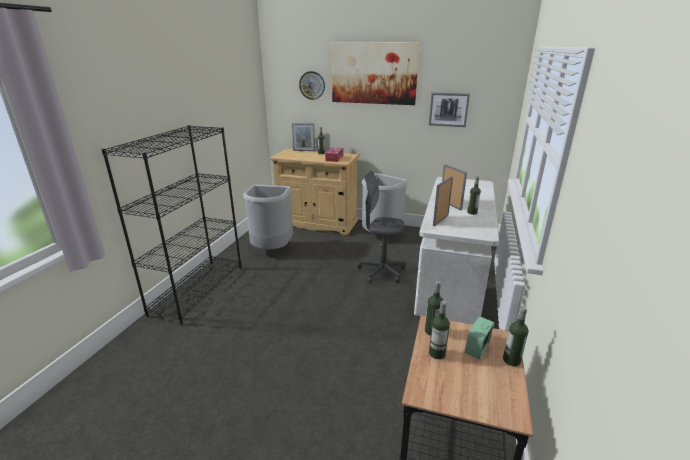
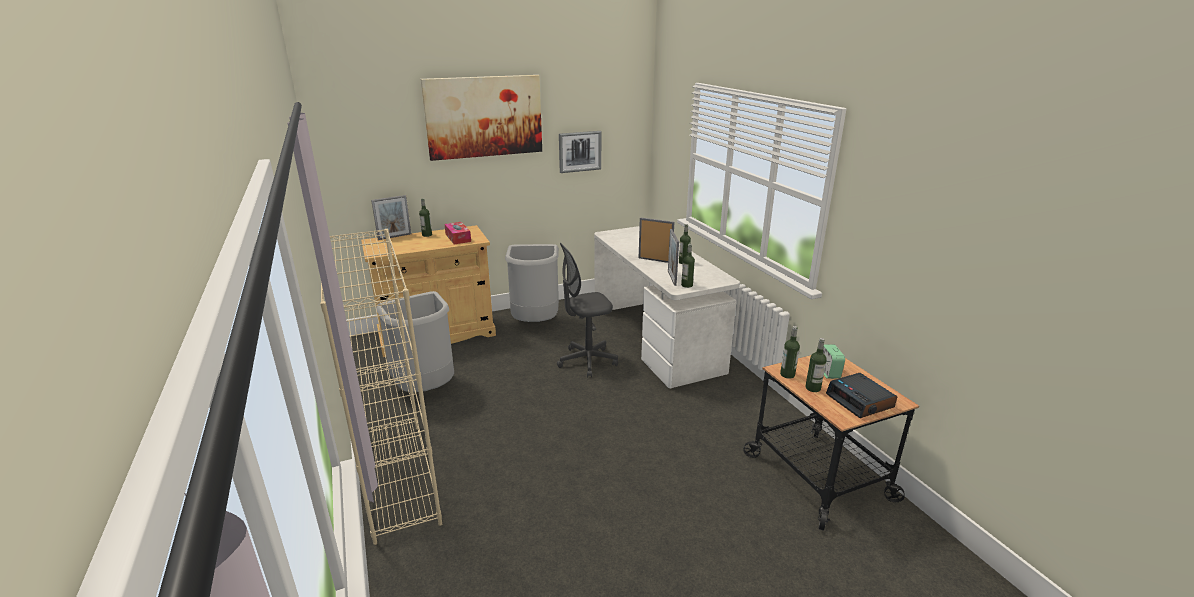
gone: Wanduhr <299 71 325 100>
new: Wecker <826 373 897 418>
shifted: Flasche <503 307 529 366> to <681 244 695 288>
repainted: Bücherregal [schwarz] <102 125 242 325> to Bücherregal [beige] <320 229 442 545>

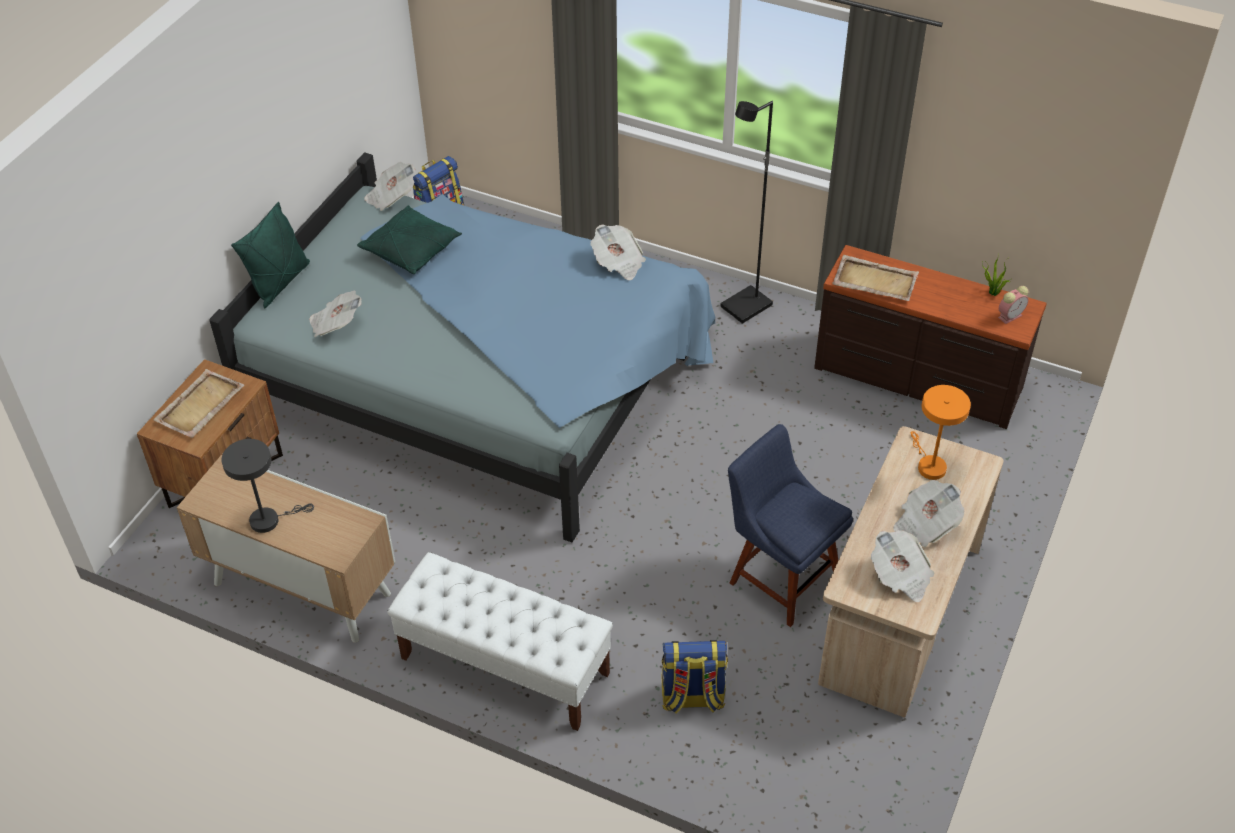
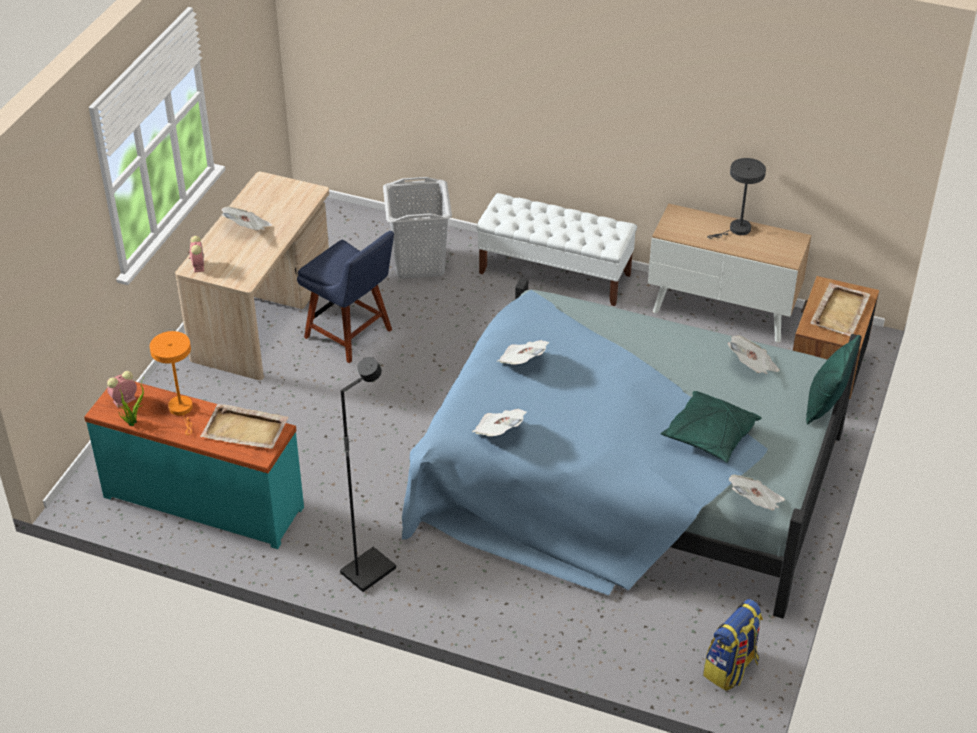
new: Wecker <188 236 204 272>
shifted: Zeitung <871 530 935 602> to <497 340 549 365>; Tischlampe [orange] <911 385 971 480> to <150 331 193 435>
swapped: Rucksack <662 640 728 714> to Wäschekorb [grau] <383 177 452 279>
repainted: Kommode [braun] <814 245 1047 429> to Kommode [türkis] <84 381 304 549>

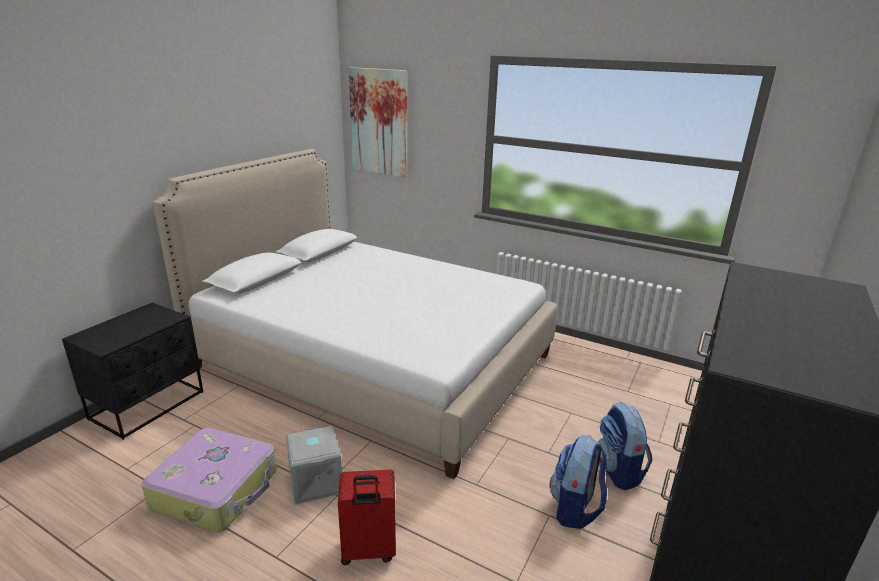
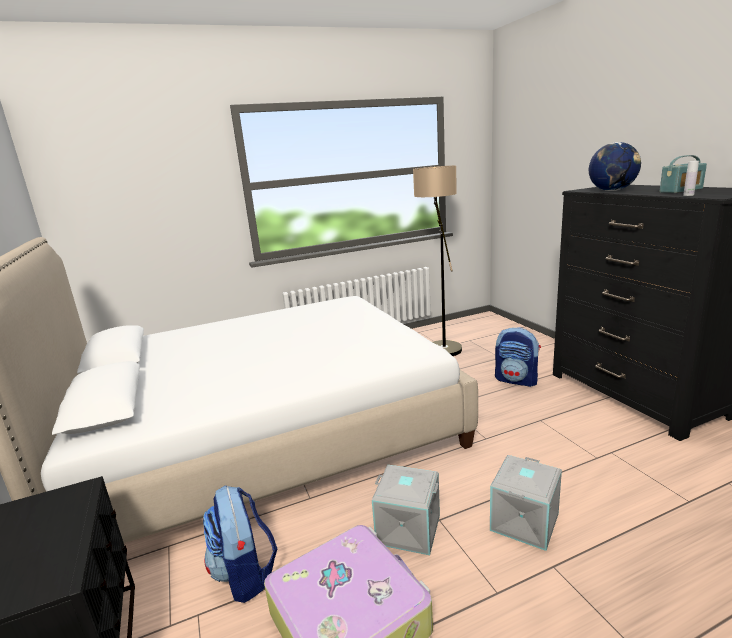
gone: Bild <349 67 407 177>
new: Stehlampe <413 166 462 356>; Globus <589 142 641 191>; Radio <660 155 707 193>; Flasche [weiß] <683 161 699 196>
shifted: Rucksack <549 435 607 529> to <203 485 278 603>
swapped: Koffer [rot] <338 470 396 565> to Aufbewahrungsbox [grau] <490 455 562 551>

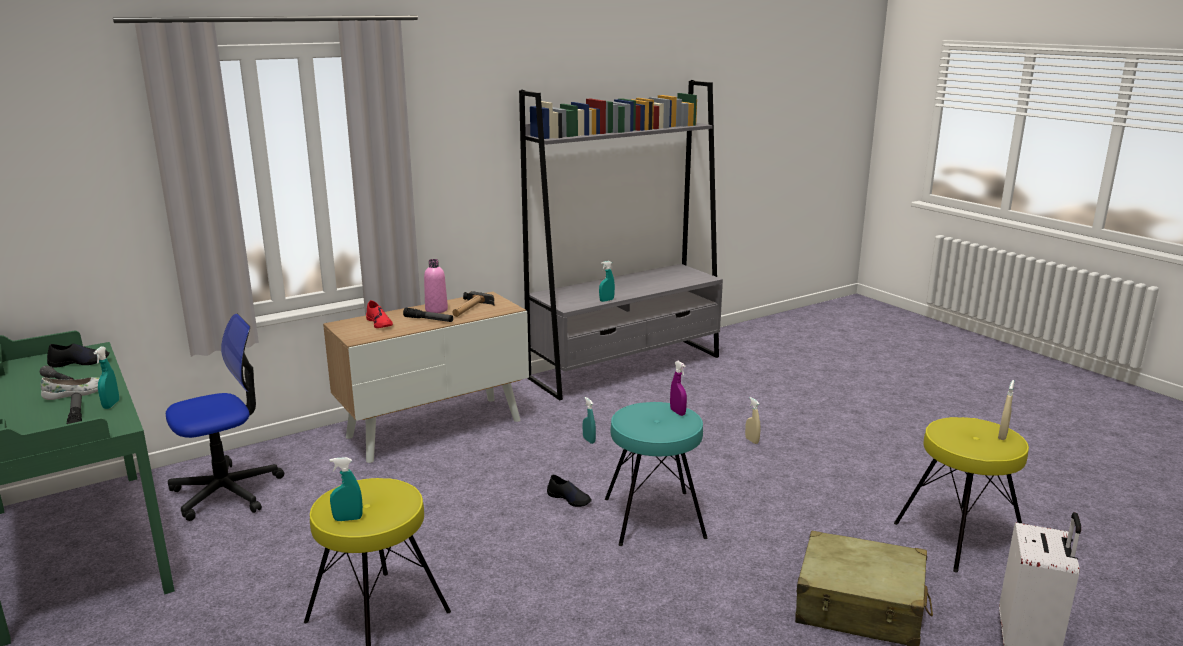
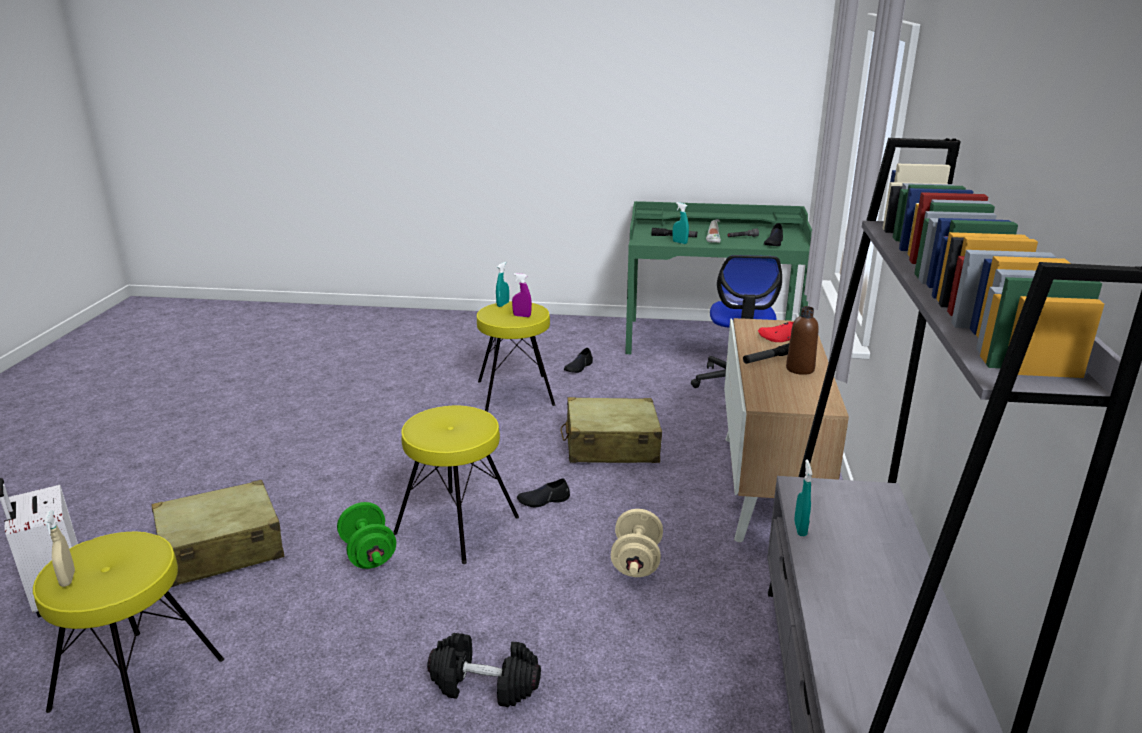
gone: Hammer <452 291 494 317>
new: Hantel [grün] <337 502 396 569>; Koffer [beige] <561 397 662 463>; Schuh [schwarz] <564 348 593 373>
shifted: Sprühflasche [lila] <670 361 687 416> to <512 273 532 317>
swapped: Sprühflasche [türkis] <583 397 596 444> to Hantel [beige] <611 509 663 577>; Sprühflasche [beige] <745 397 761 444> to Hantel [schwarz] <427 633 541 707>
repainted: Flasche [rosa] <424 259 448 313> to Flasche [braun] <786 306 819 375>; Hocker [türkis] <605 402 707 546> to Hocker [gelb] <393 406 519 564>

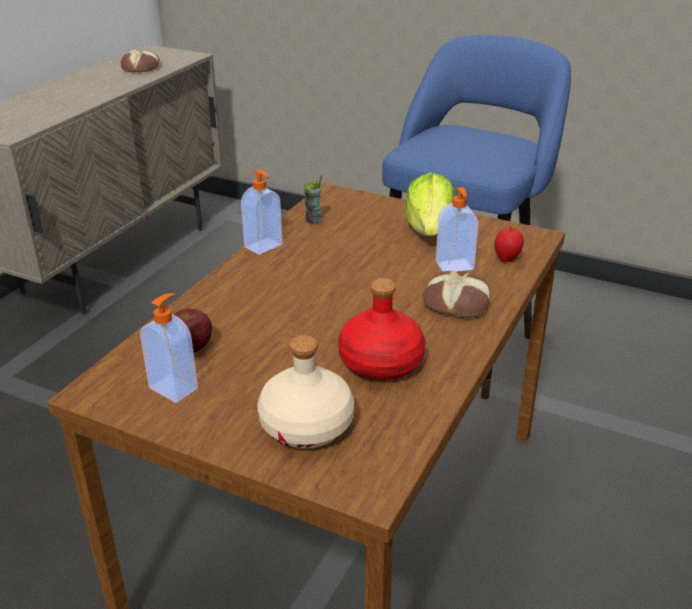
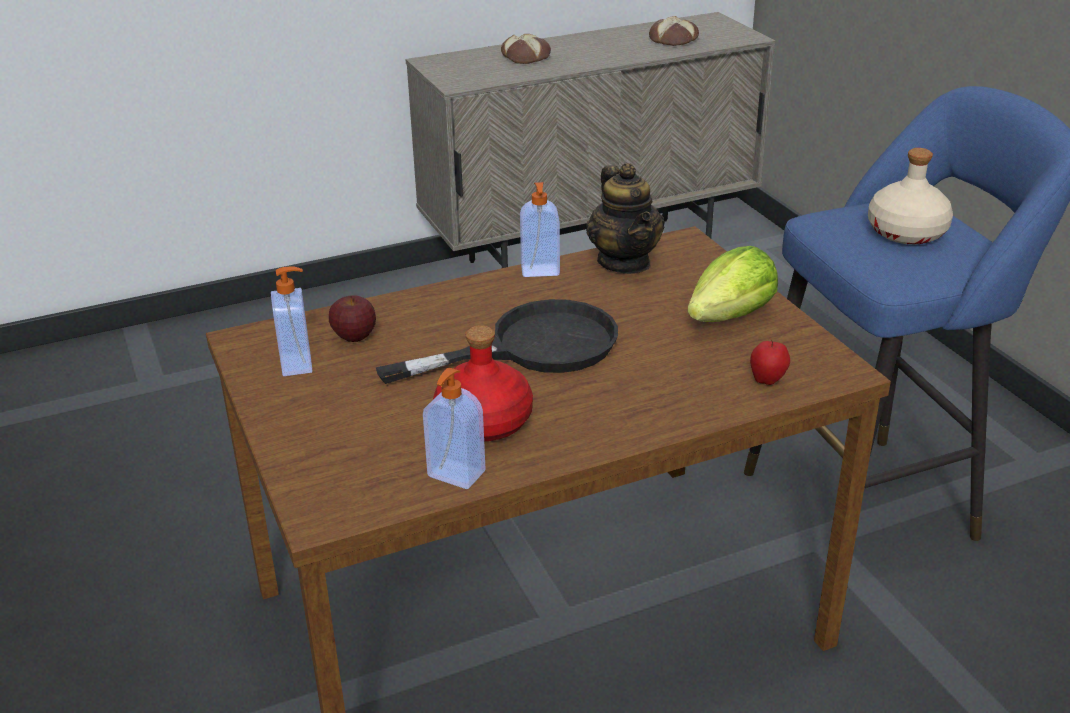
new: Pfanne [schwarz] <376 299 618 384>
shifted: Flasche [beige] <257 335 354 448> to <868 148 953 245>; Brot <423 271 491 318> to <501 34 551 64>; Seifenspender <436 187 478 272> to <423 368 486 489>
swapped: Tasse <303 175 322 224> to Teekanne <586 163 665 274>

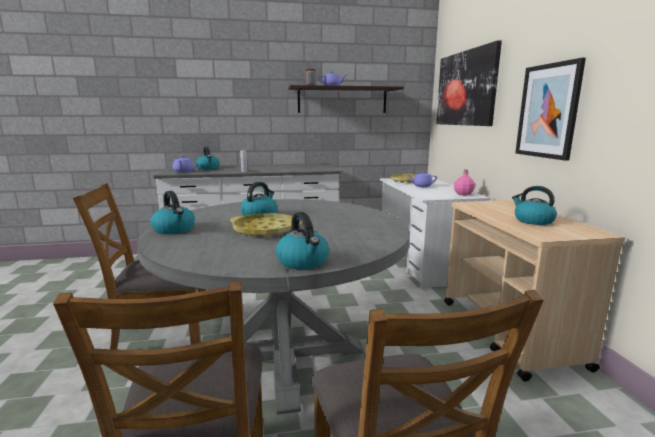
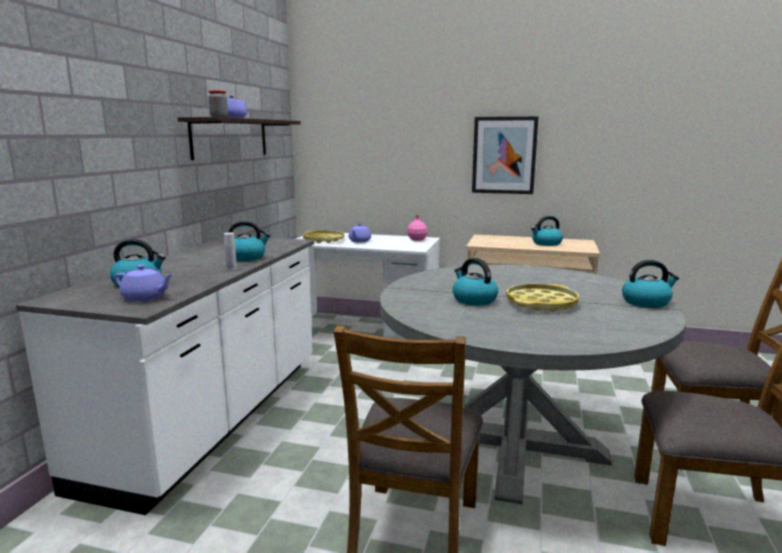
gone: Bild <436 40 502 126>
shifted: Wasserkessel <150 191 195 234> to <228 221 271 261>

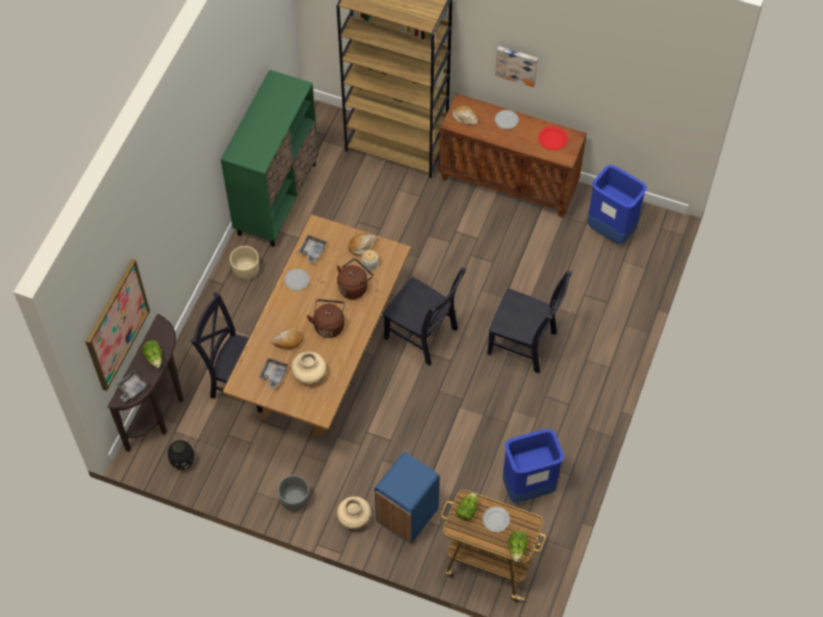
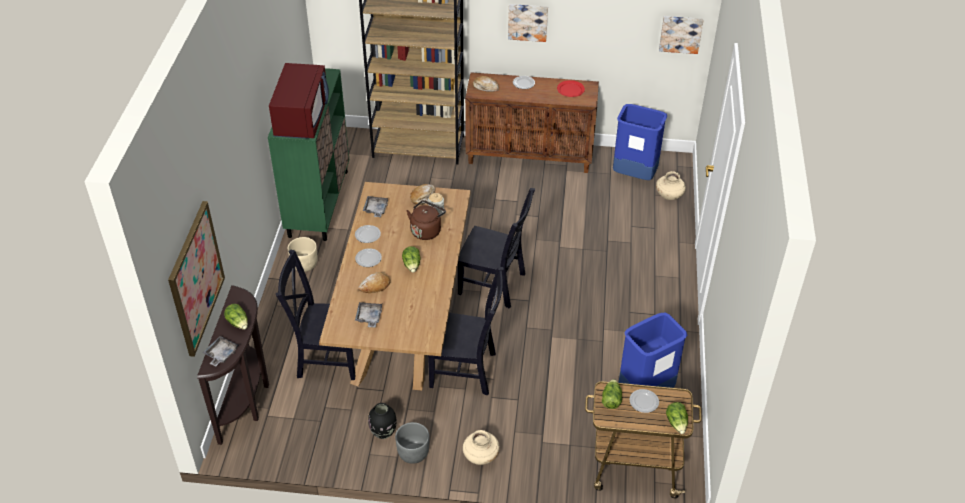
gone: Mülleimer [blau] <375 452 440 544>
new: Mikrowelle [rot] <269 63 329 139>; Teller <355 248 382 267>; Bild <659 16 703 54>
shifted: Vase [schwarz] <168 440 194 470> to <368 403 397 439>; Vase [beige] <291 351 326 384> to <656 171 686 200>; Stuhl [schwarz] <487 271 572 374> to <428 267 504 396>
swapped: Wasserkessel [braun] <307 299 345 338> to Salatkopf <402 246 421 273>

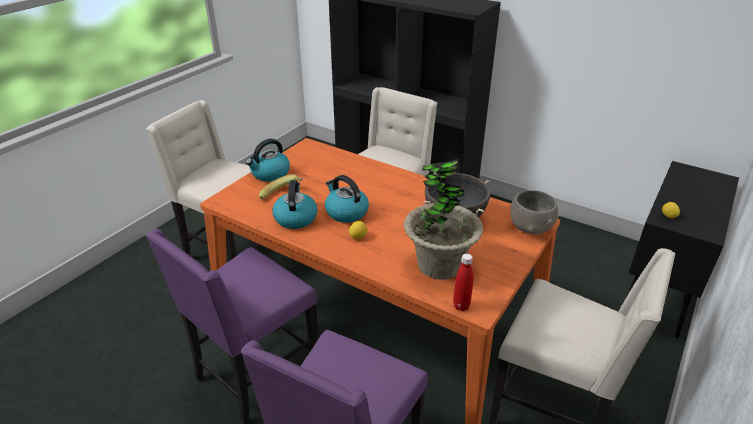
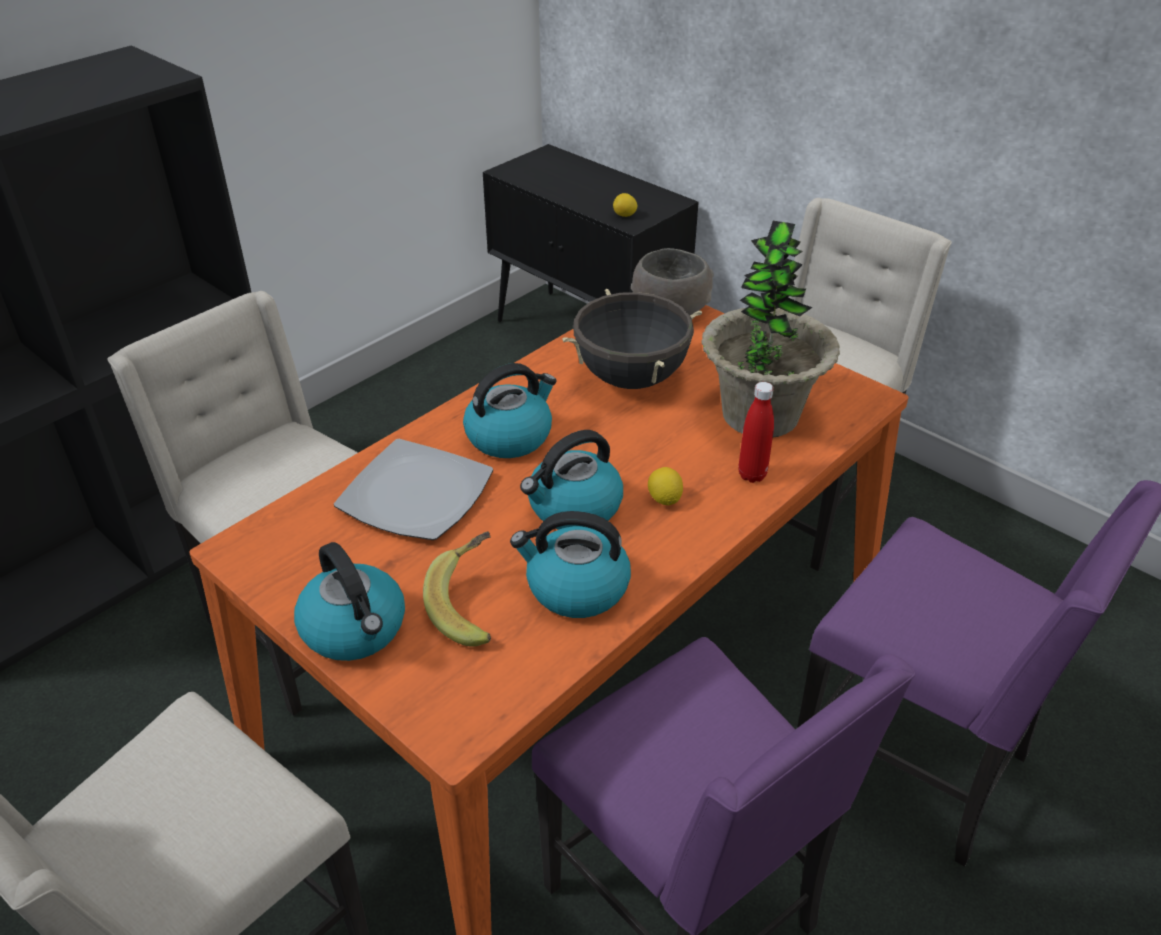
new: Teller <334 439 493 540>; Wasserkessel <463 363 556 458>
shifted: Flasche [rot] <453 254 473 311> to <738 382 774 483>

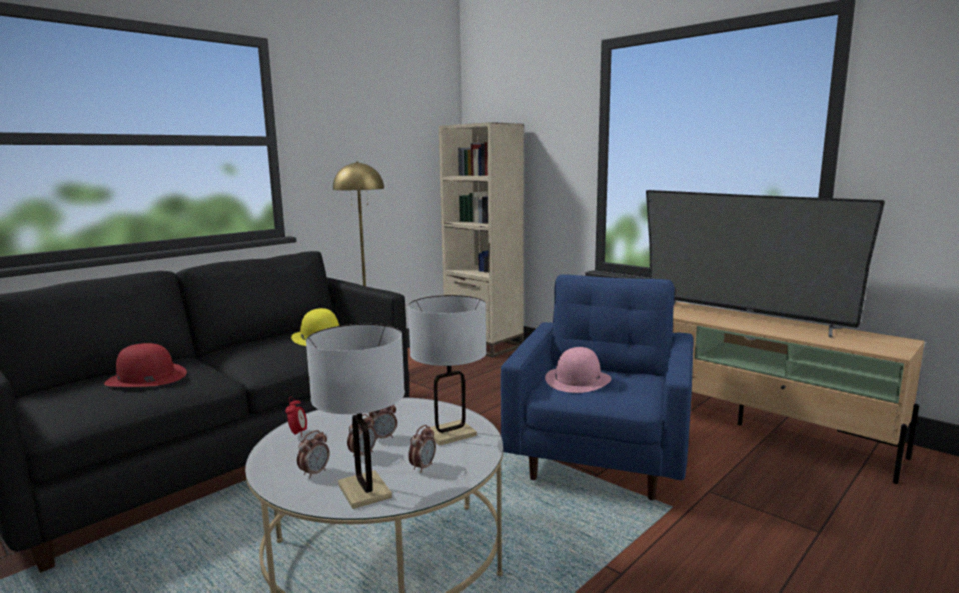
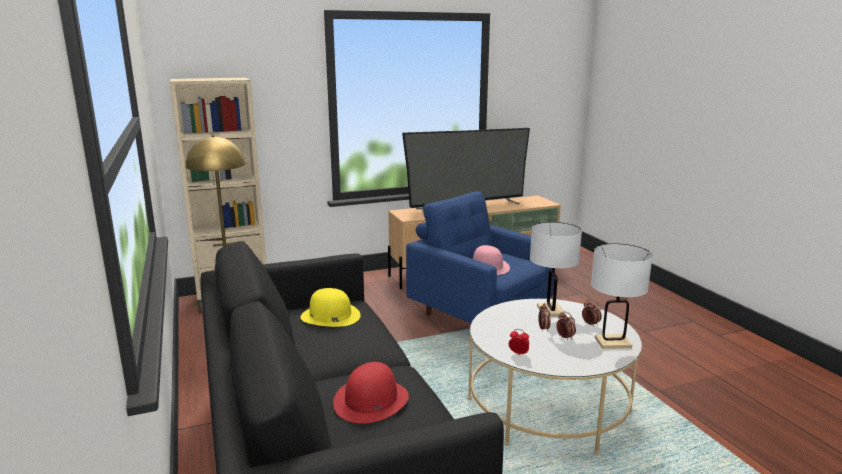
gone: Wecker <297 430 330 479>

